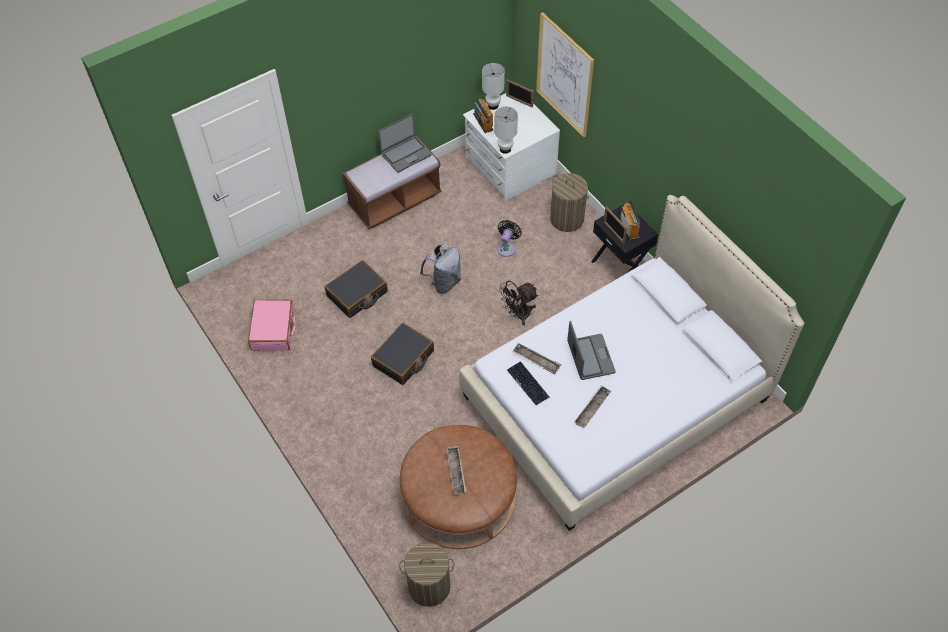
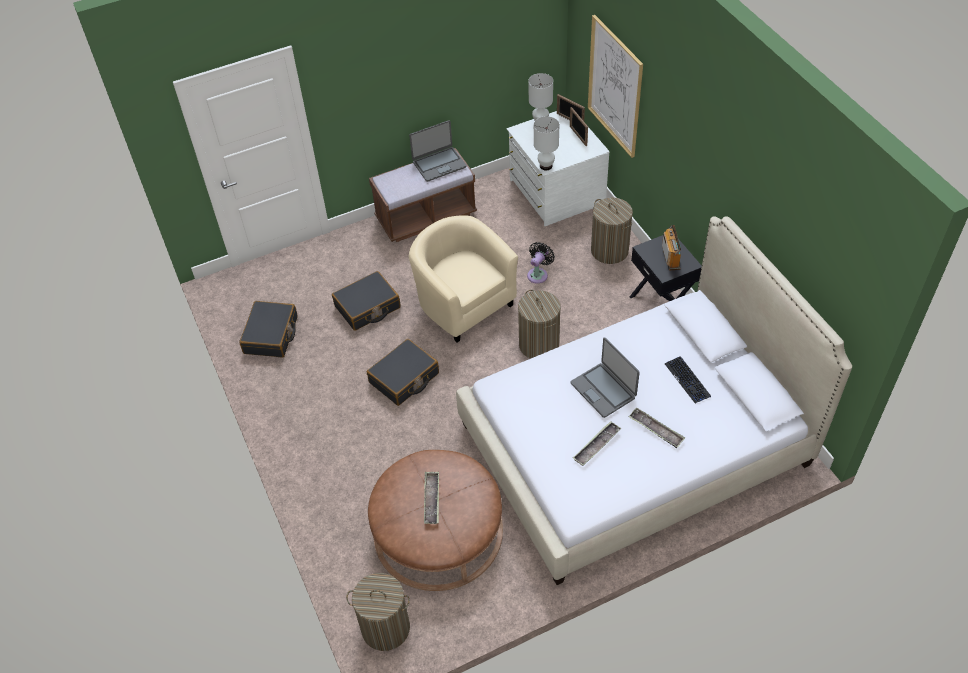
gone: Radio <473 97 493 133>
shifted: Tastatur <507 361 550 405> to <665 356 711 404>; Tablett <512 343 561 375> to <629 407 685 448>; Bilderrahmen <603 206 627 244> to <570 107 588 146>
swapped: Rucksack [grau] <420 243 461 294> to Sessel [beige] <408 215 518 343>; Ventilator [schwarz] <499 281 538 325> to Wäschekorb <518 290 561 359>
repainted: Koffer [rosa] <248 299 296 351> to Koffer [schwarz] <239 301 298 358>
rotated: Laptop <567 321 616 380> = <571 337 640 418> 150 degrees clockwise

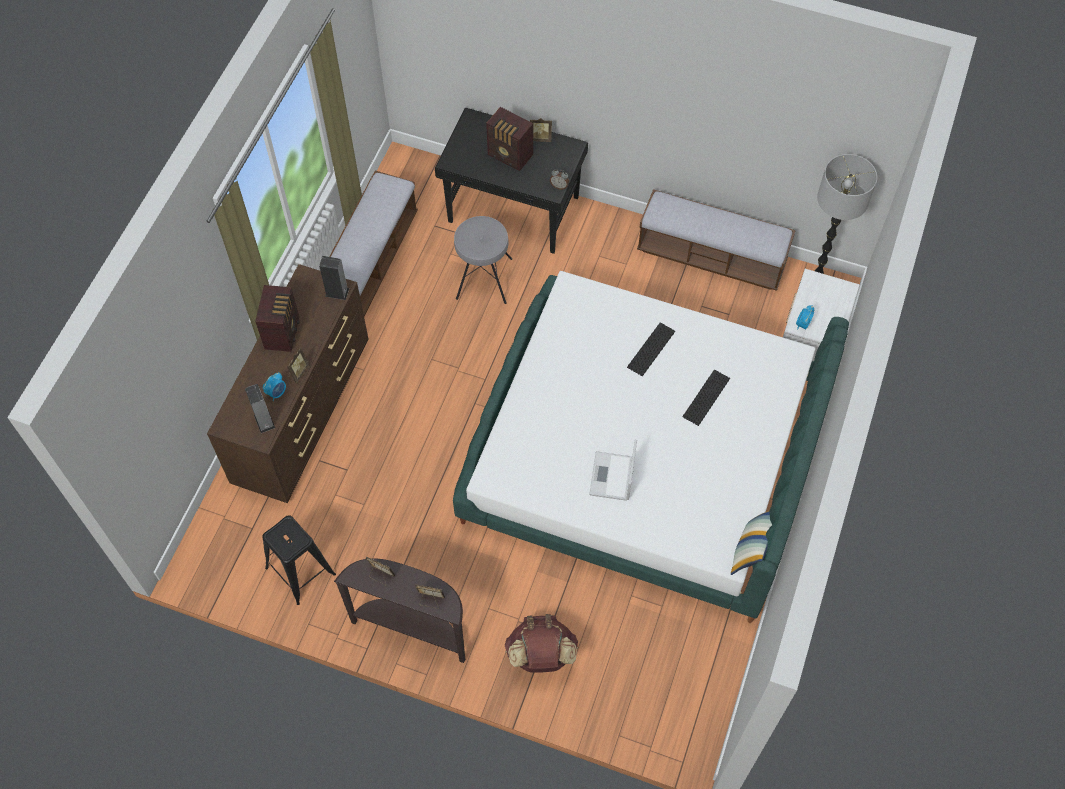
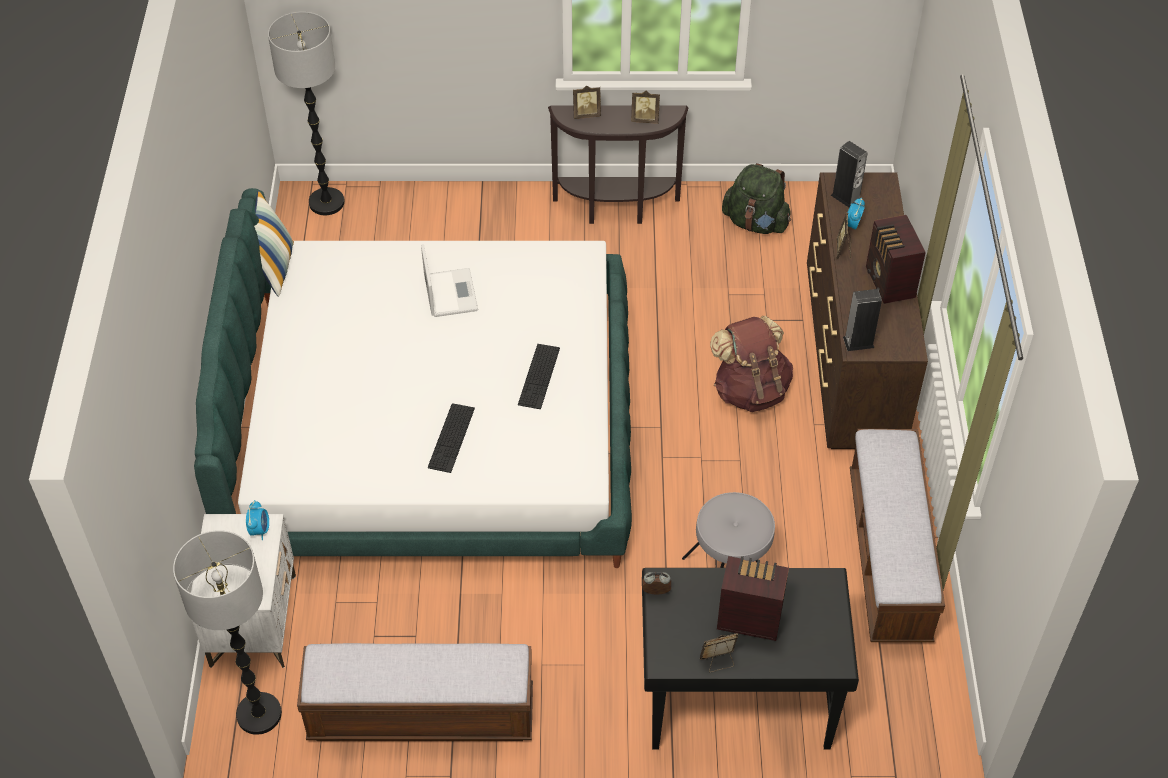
new: Stehlampe <268 12 345 215>
shifted: Rucksack [braun] <505 614 578 673> to <710 316 793 412>; Tastatur <683 370 730 426> to <518 344 560 409>
swapped: Hocker [schwarz] <262 515 336 605> to Rucksack [grün] <722 163 791 234>

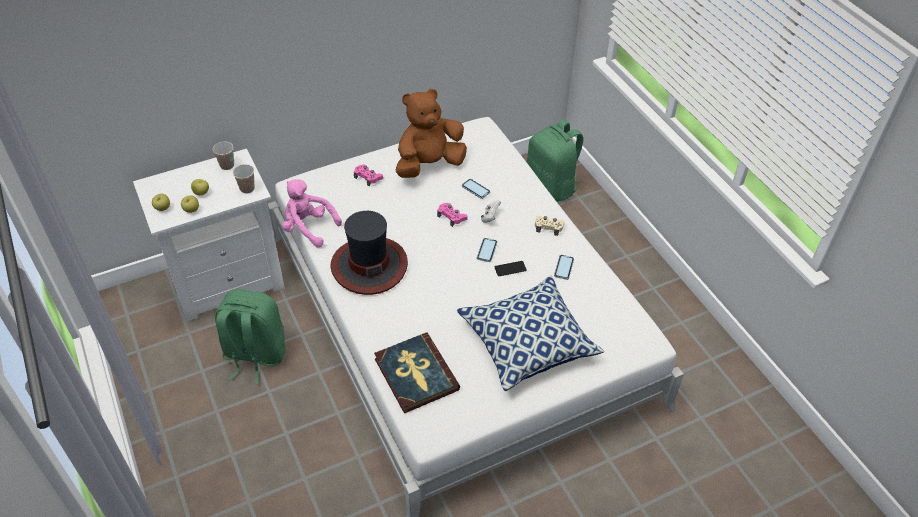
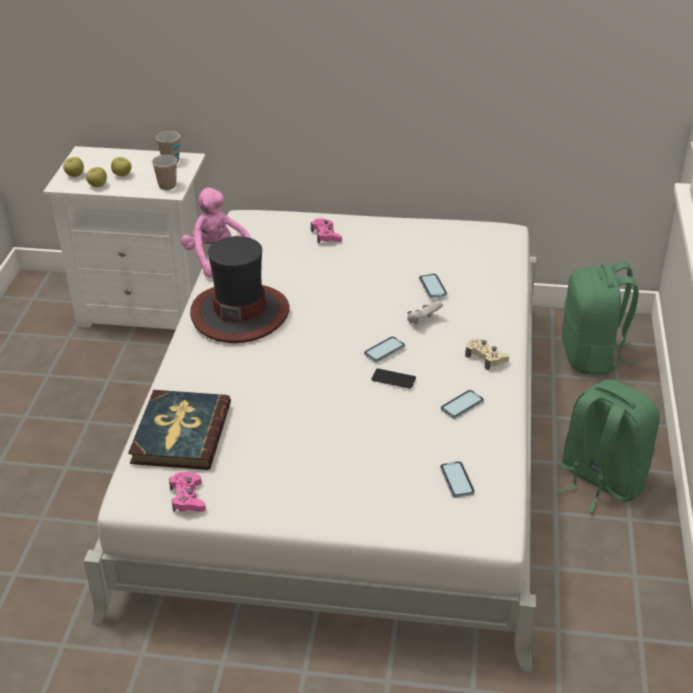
gone: Plüschtier [braun] <396 89 467 178>; Kissen <457 276 604 391>
new: Handy <440 461 475 498>
shifted: Rucksack [grün] <215 289 286 384> to <557 380 660 513>; Gamepad [rosa] <437 203 467 227> to <169 472 206 513>

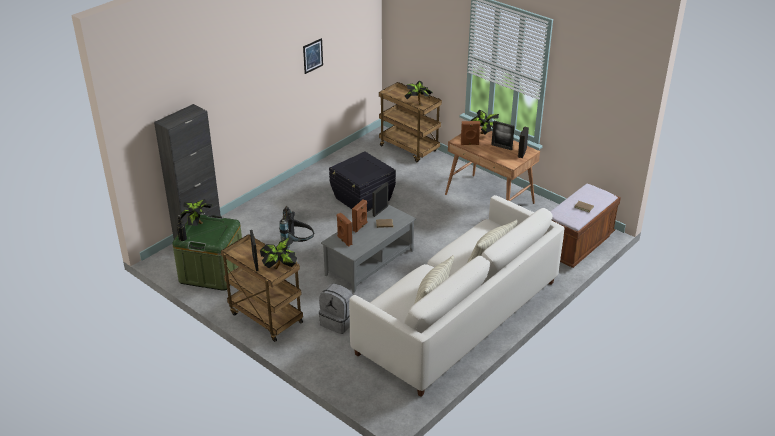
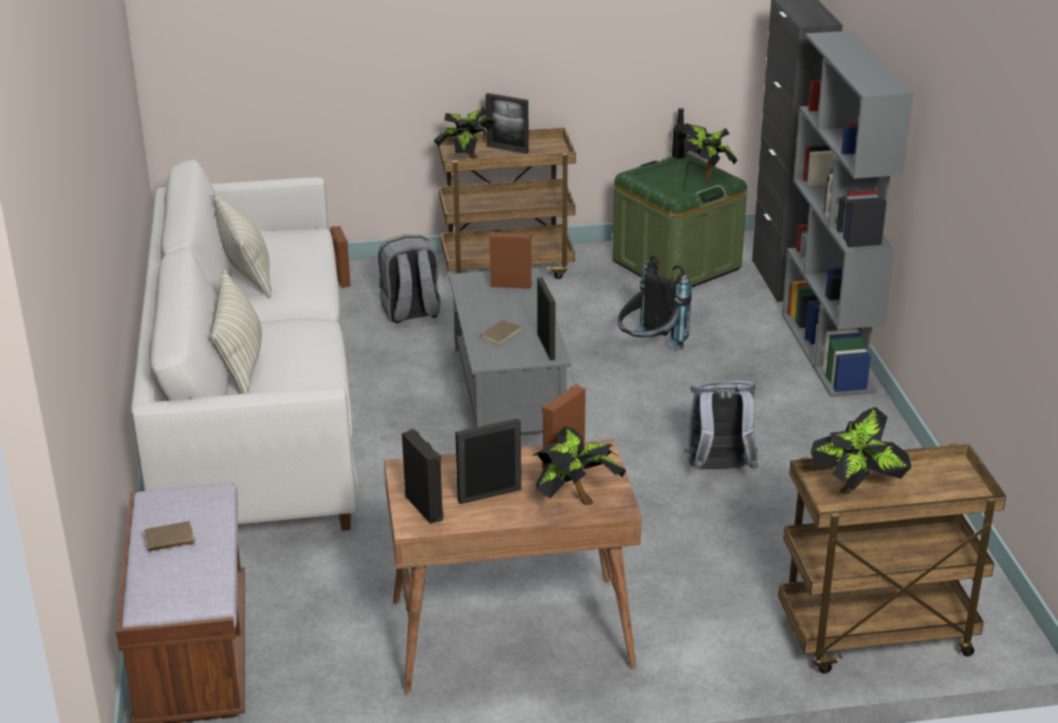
gone: Bild <303 38 323 74>
new: Bücherregal [grau] <782 31 914 397>
shifted: Lautsprecher [braun] <352 200 367 232> to <330 226 351 288>
swapped: Aufbewahrungsbox [schwarz] <329 152 396 212> to Rucksack [grau] <684 380 758 470>

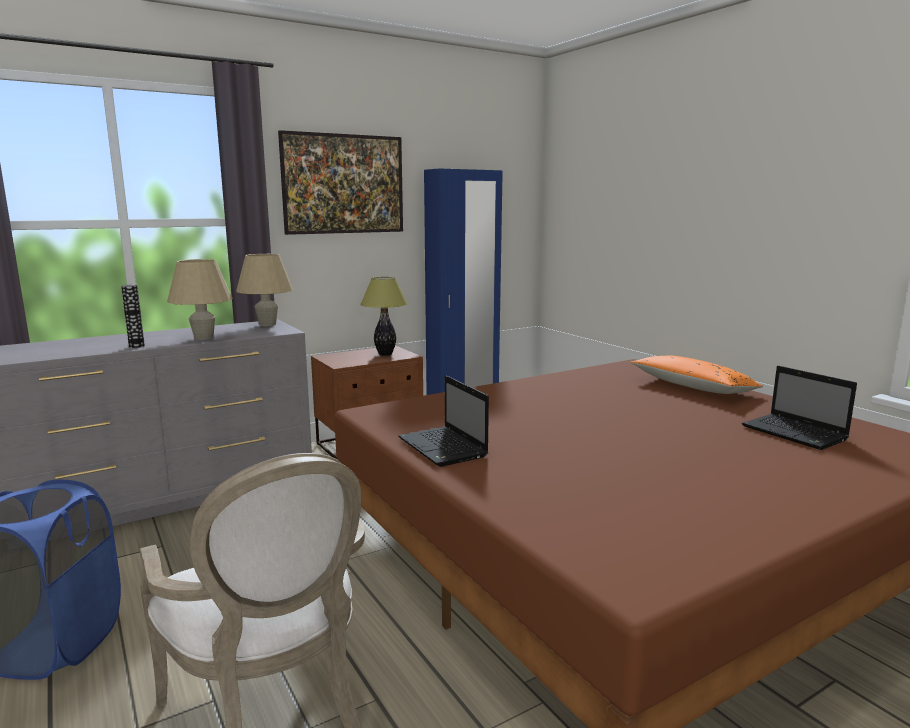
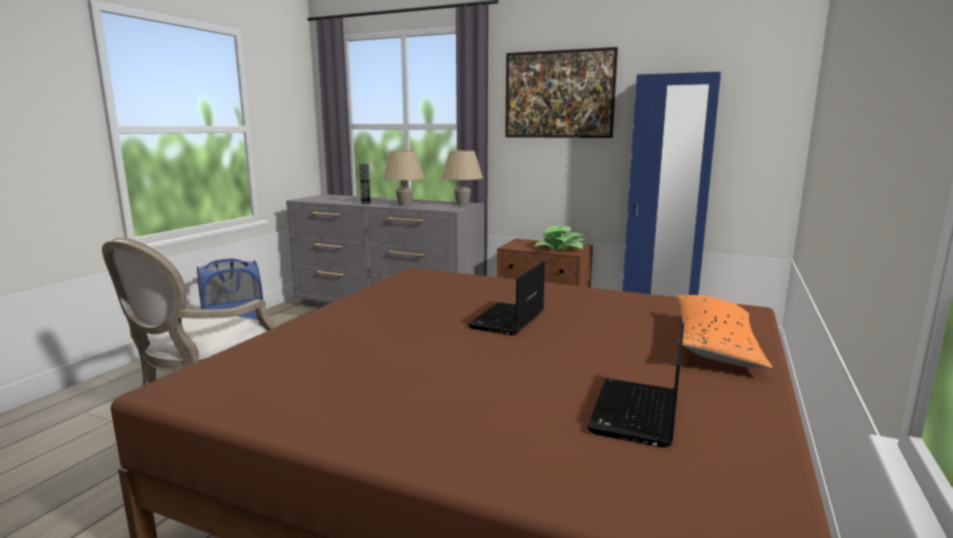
shifted: Laptop <398 375 489 467> to <467 261 545 335>
swapped: Tischlampe <360 277 408 356> to Topfpflanze <534 226 588 251>

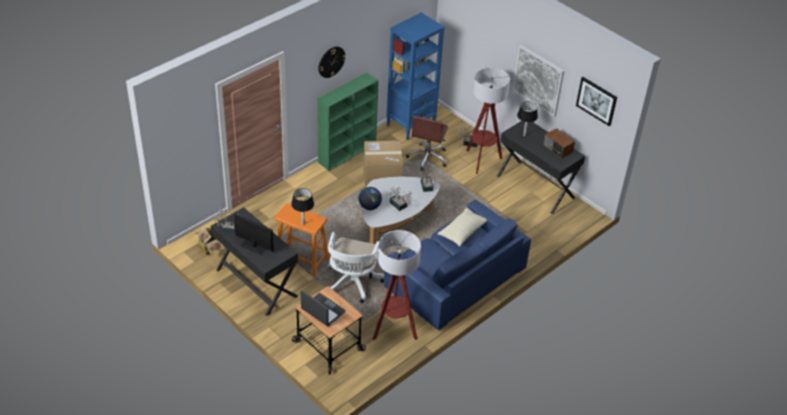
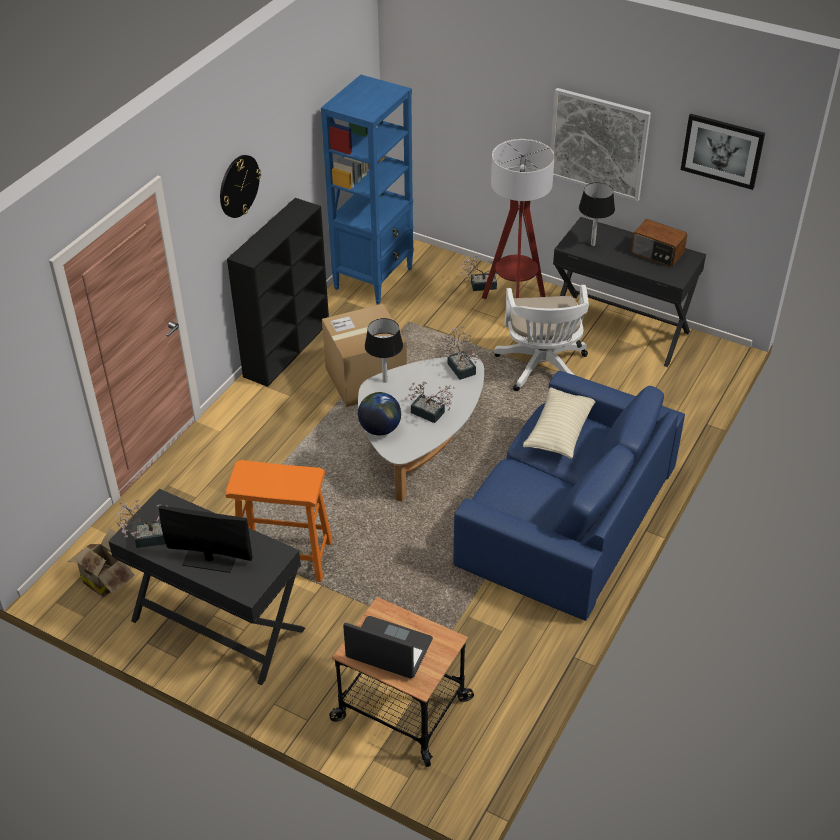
gone: Stehlampe <373 230 421 340>; Bürostuhl [braun] <406 116 448 171>
shifted: Tischlampe [schwarz] <291 188 314 225> to <365 318 403 383>; Bürostuhl [weiß] <328 232 384 303> to <494 285 589 391>
repainted: Bücherregal [grün] <317 73 379 171> to Bücherregal [schwarz] <227 198 329 387>

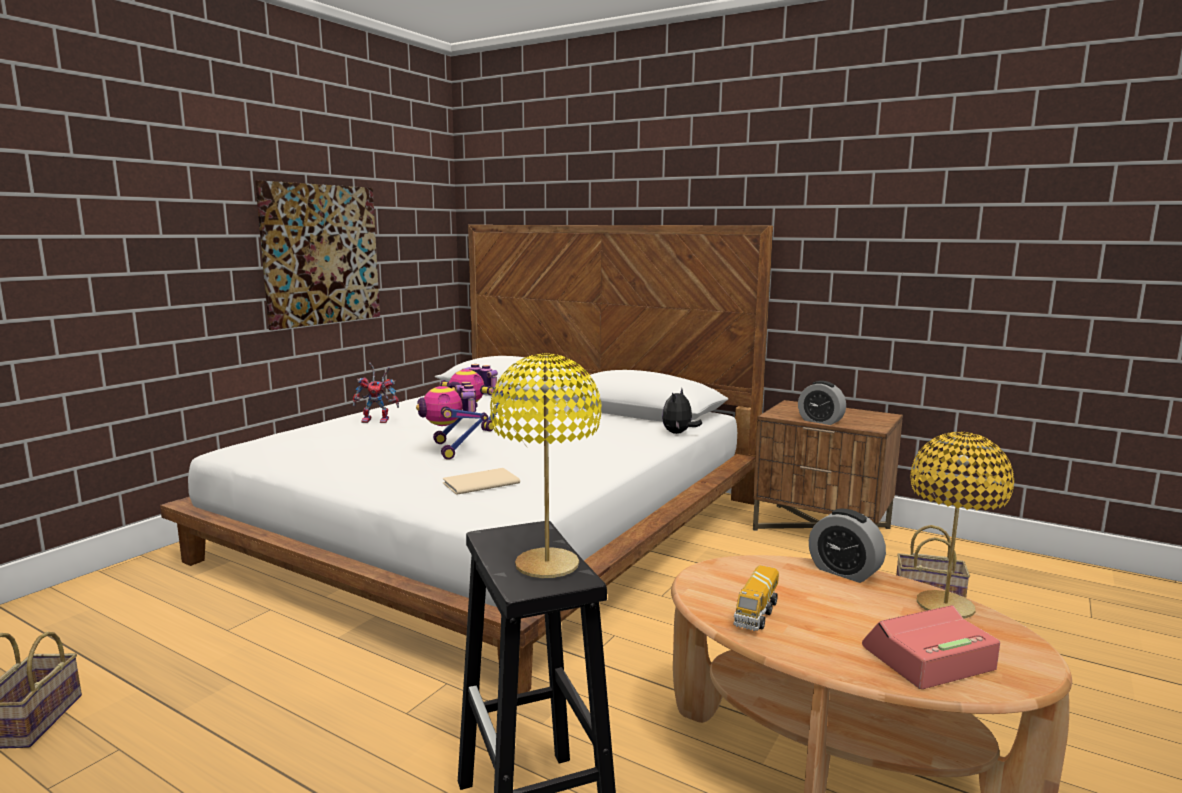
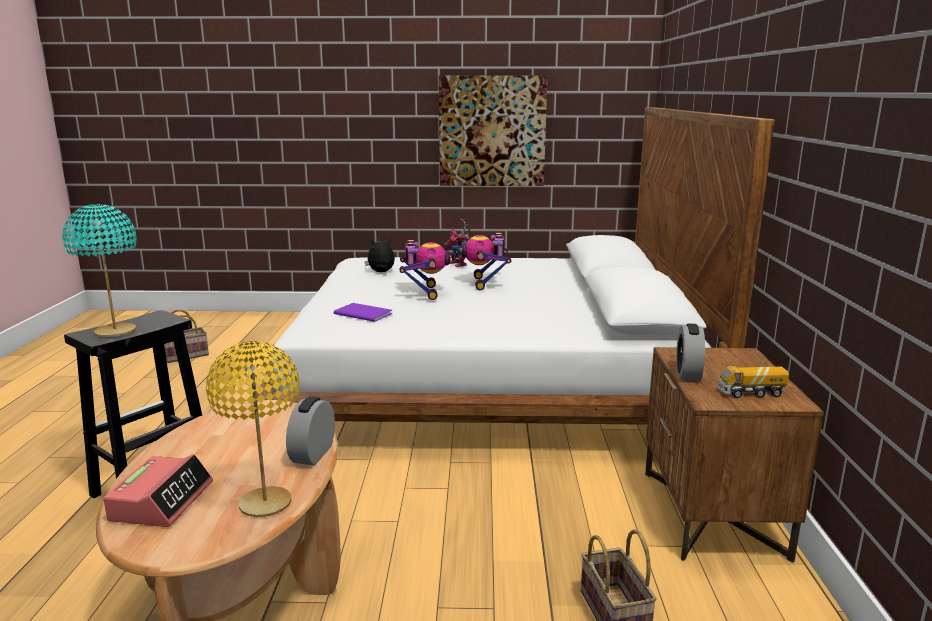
shifted: Plüschtier <662 388 702 434> to <365 238 395 272>; Spielzeuglaster <733 565 779 631> to <717 366 789 398>
repainted: Buch [beige] <443 468 520 495> to Buch [lila] <334 303 392 322>; Tischlampe [gelb] <490 353 602 578> to Tischlampe [türkis] <62 204 137 337>
rotated: Spielzeugroboter <416 382 488 460> = <400 240 451 300> 135 degrees clockwise; Wecker <862 605 1000 689> = <103 454 213 527> 60 degrees clockwise

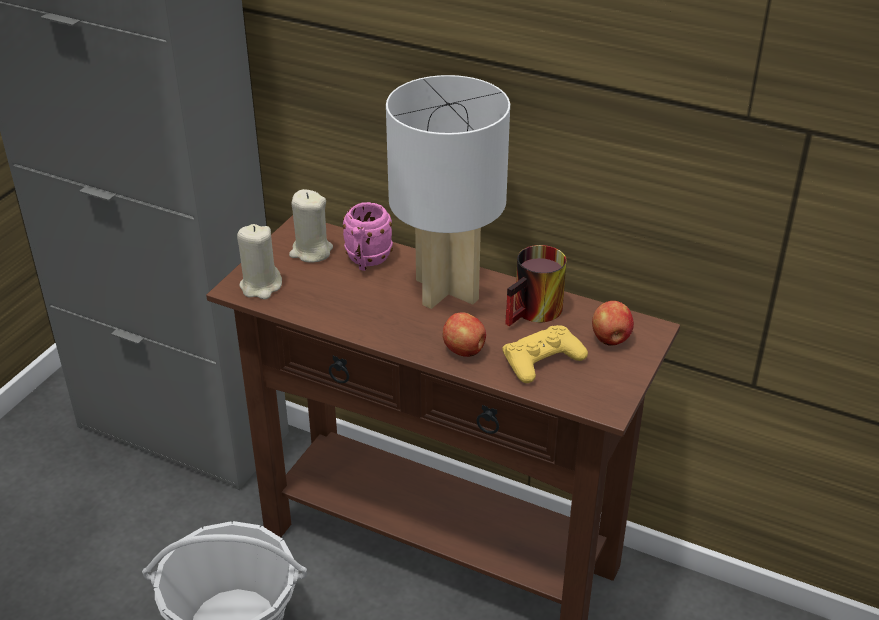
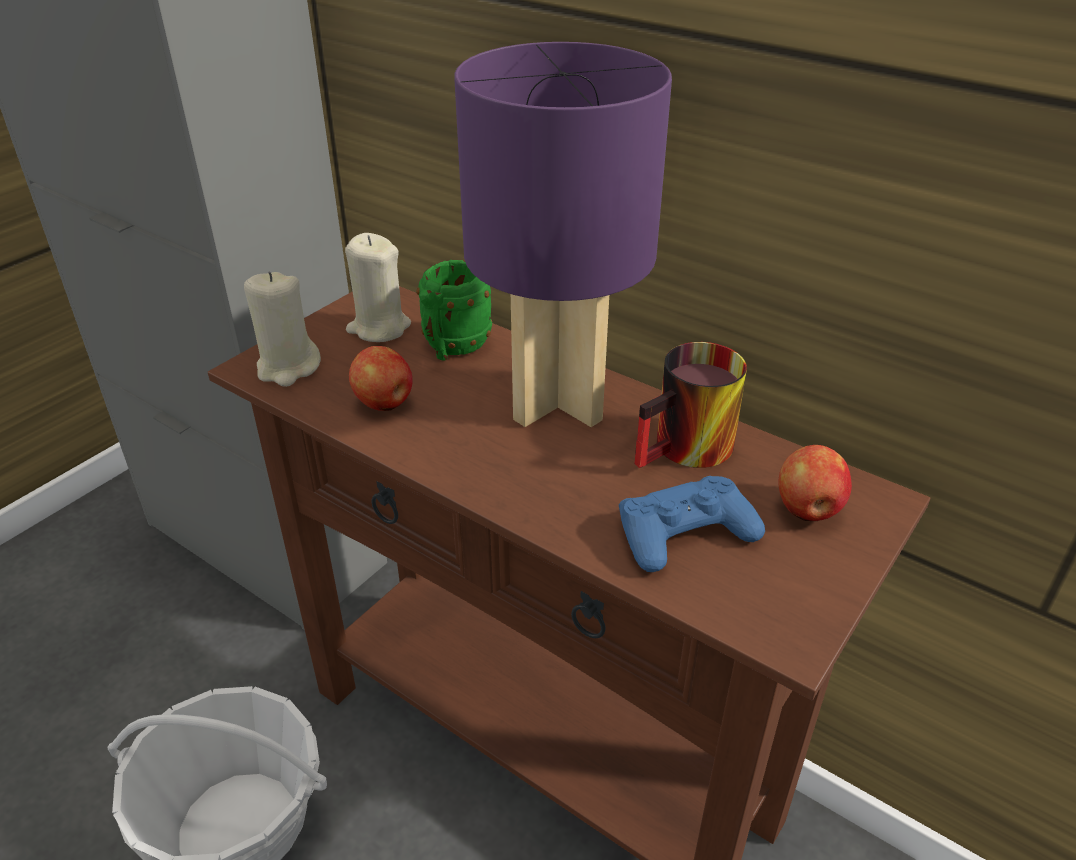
shifted: Apfel <442 312 486 357> to <349 346 413 411>
repainted: Henkelbecher [rosa] <343 202 393 271> to Henkelbecher [grün] <416 260 492 361>; Tischlampe [weiß] <386 75 510 309> to Tischlampe [lila] <454 42 672 427>; Gamepad [gelb] <502 325 588 383> to Gamepad [blau] <619 476 765 572>

